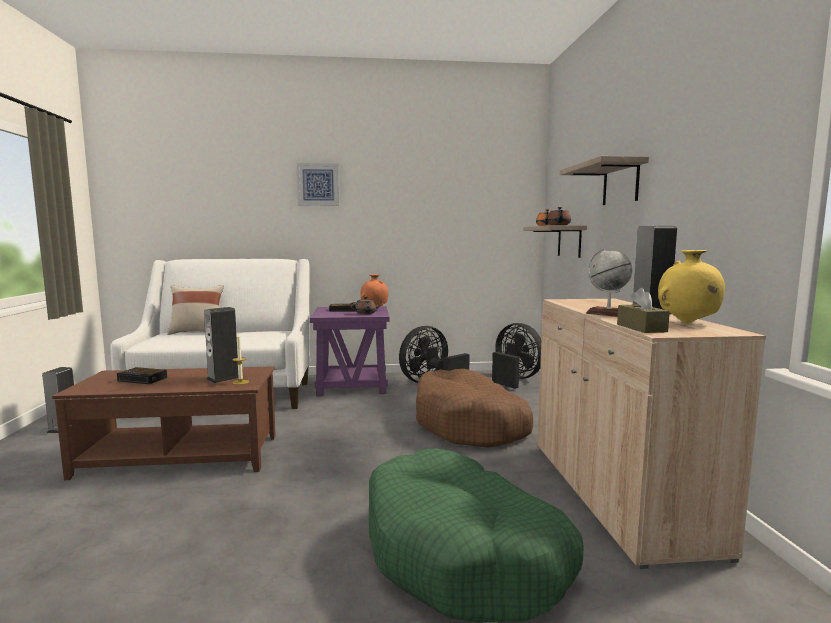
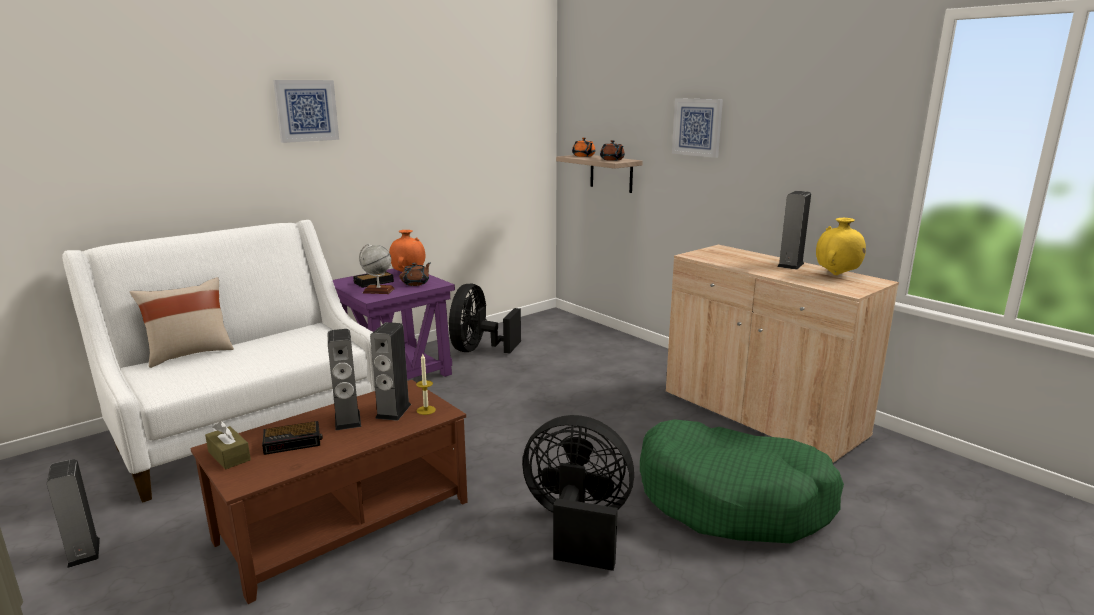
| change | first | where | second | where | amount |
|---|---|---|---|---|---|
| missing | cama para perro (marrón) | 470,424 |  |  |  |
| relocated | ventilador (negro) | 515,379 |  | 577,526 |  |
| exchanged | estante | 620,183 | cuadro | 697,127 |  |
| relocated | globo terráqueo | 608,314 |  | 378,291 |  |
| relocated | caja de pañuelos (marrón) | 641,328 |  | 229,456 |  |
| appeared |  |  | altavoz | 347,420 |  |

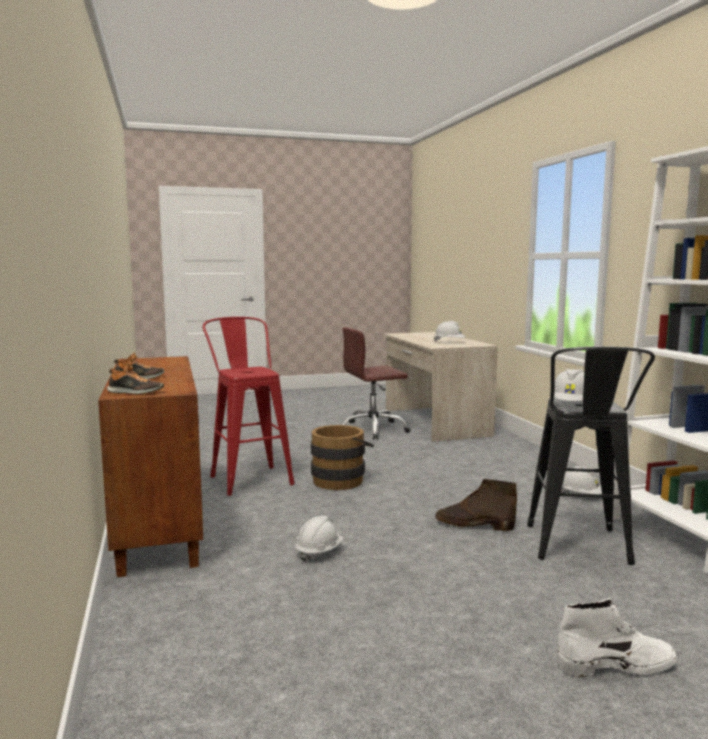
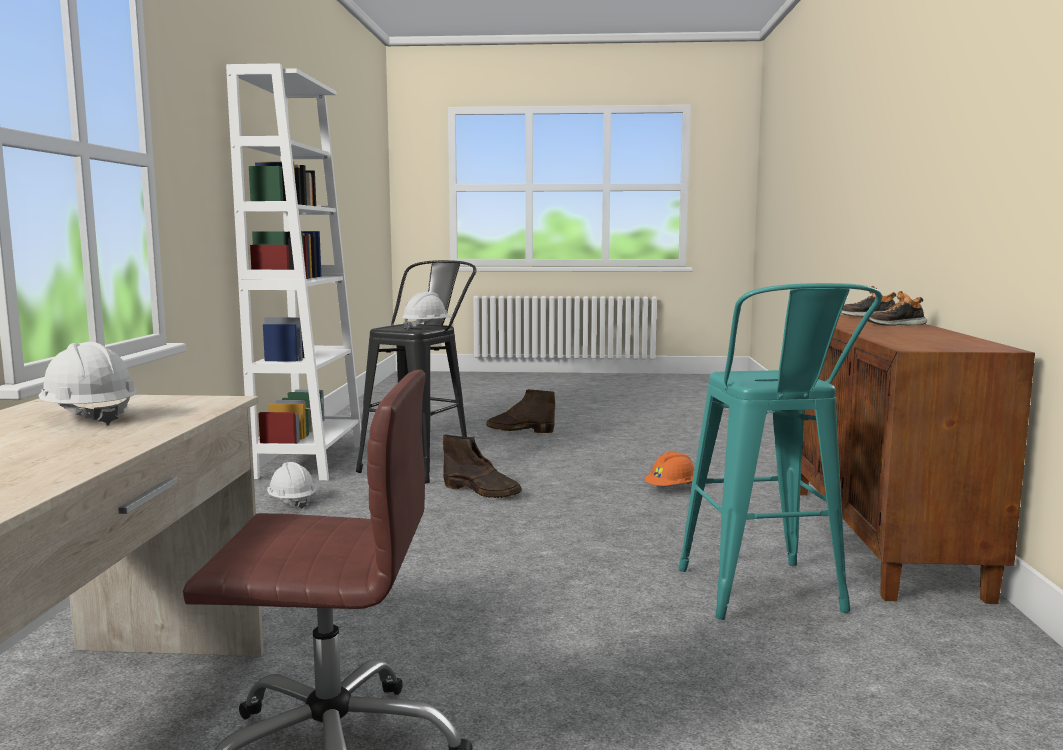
| change | first | where | second | where | amount |
|---|---|---|---|---|---|
| colour | taburete (rojo) | 249,478 | taburete (turquesa) | 765,598 |  |
| colour | casco (blanco) | 319,552 | casco (naranja) | 671,489 |  |
| missing | cubo (marrón) | 341,480 |  |  |  |
| colour | bota (blanco) | 617,665 | bota (marrón) | 519,430 |  |

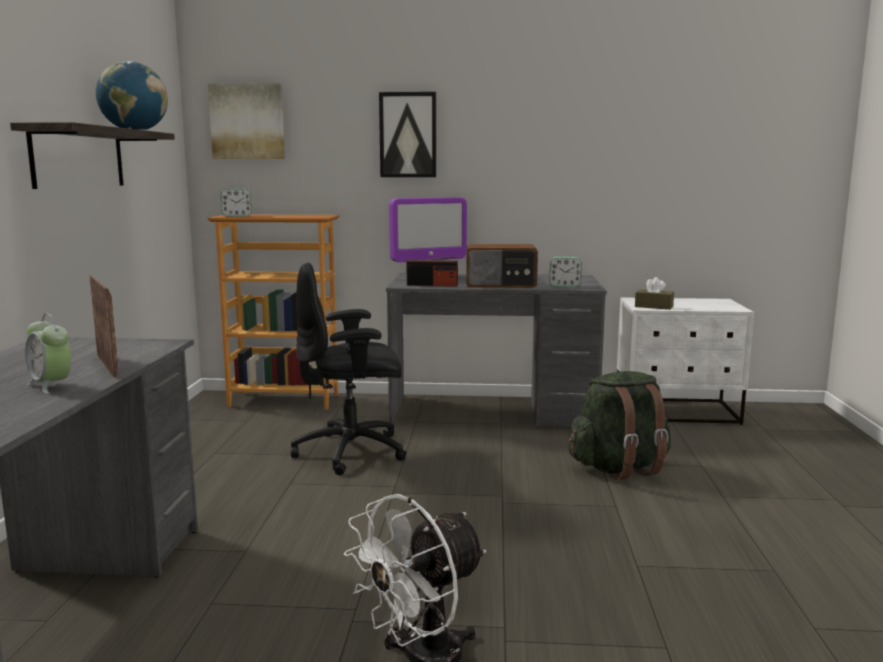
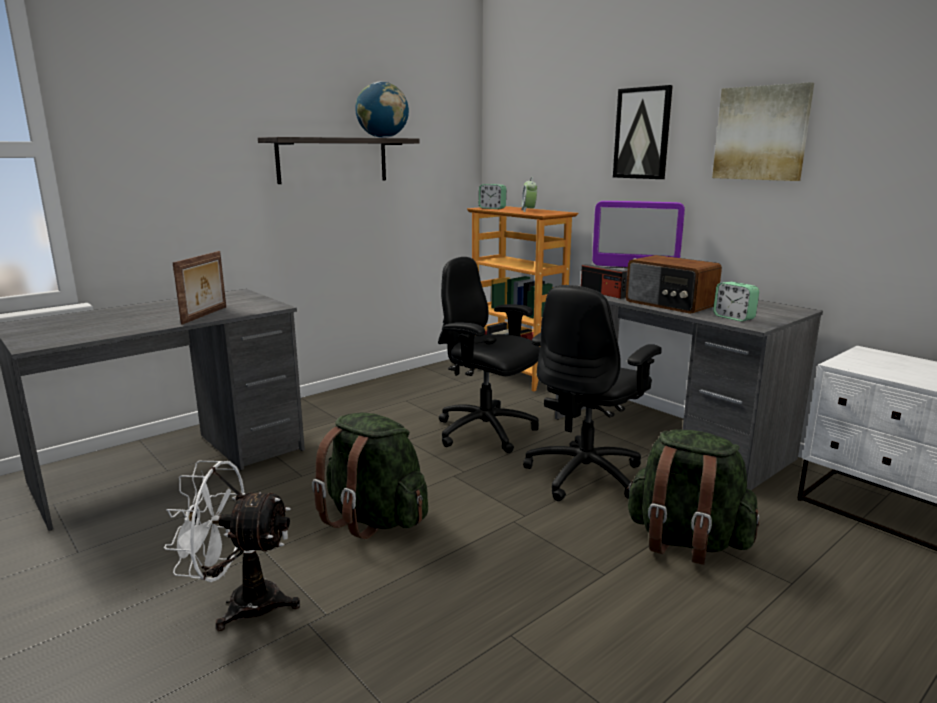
| change | first | where | second | where | amount |
|---|---|---|---|---|---|
| relocated | despertador | 51,386 |  | 528,210 |  |
| relocated | cuadro | 247,121 |  | 761,133 |  |
| missing | caja de pañuelos (marrón) | 653,306 |  |  |  |
| appeared |  |  | mochila (verde) | 373,519 |  |
| appeared |  |  | silla de oficina (negro) | 586,475 |  |

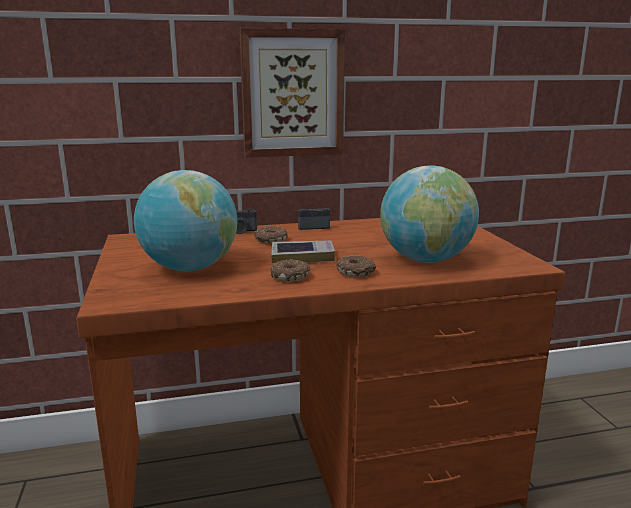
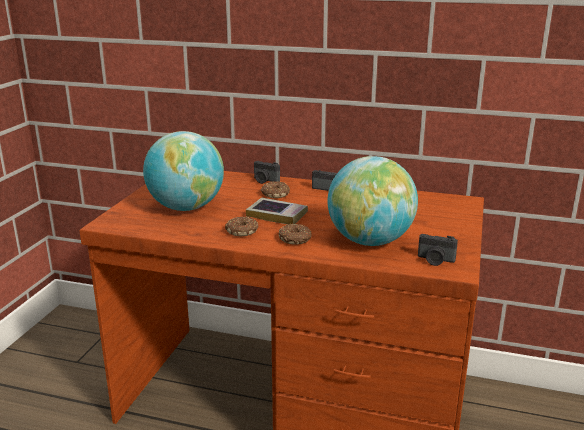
| change | first | where | second | where | amount |
|---|---|---|---|---|---|
| missing | cuadro | 292,93 |  |  |  |
| appeared |  |  | cámara | 435,260 |  |

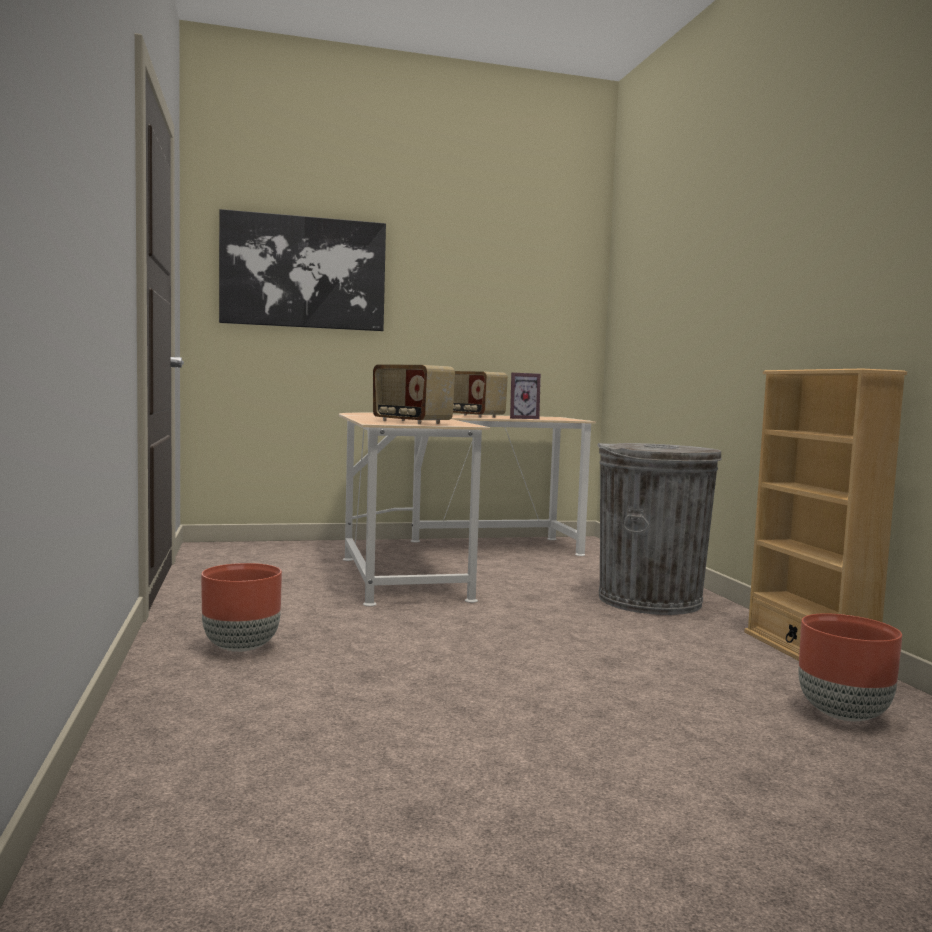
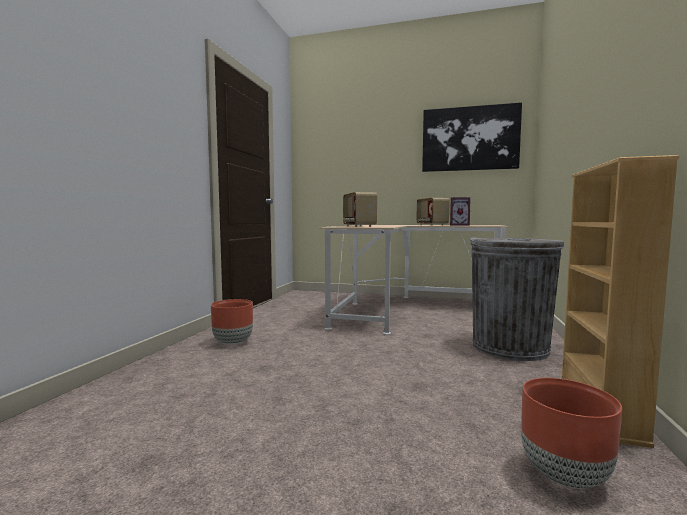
| change | first | where | second | where | amount |
|---|---|---|---|---|---|
| relocated | cuadro | 303,272 |  | 469,139 |  |

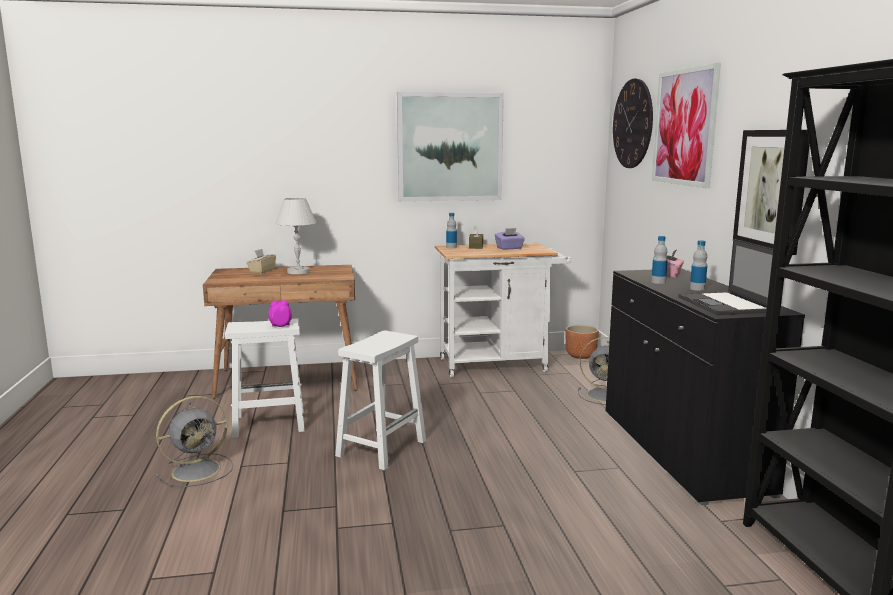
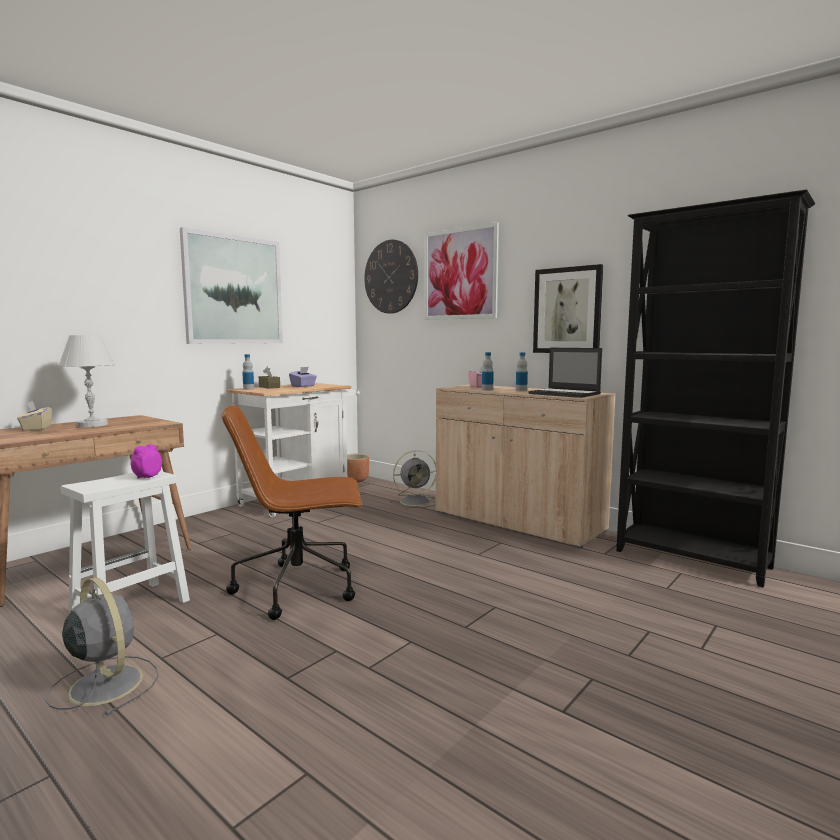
| change | first | where | second | where | amount |
|---|---|---|---|---|---|
| spun | ventilador (gris) | 198,470 |  | 105,683 | 60 degrees counterclockwise |
| exchanged | taburete (blanco) | 382,448 | silla de oficina (marrón) | 299,587 |  |
| colour | armario (negro) | 681,450 | armario (beis) | 517,521 |  |

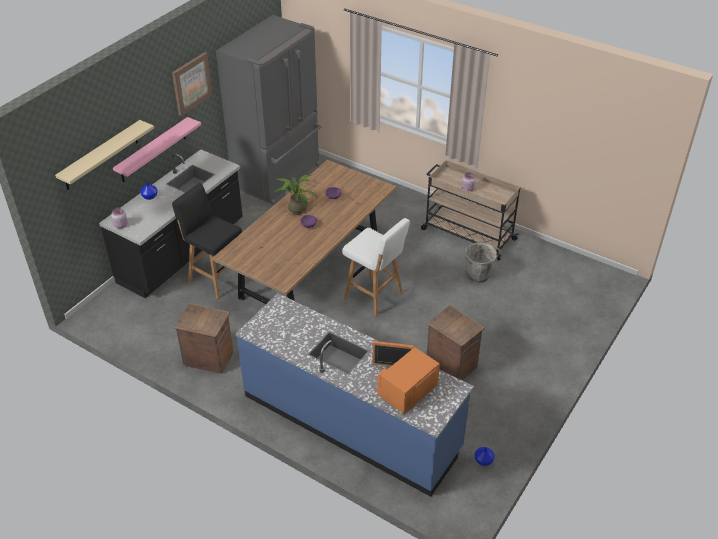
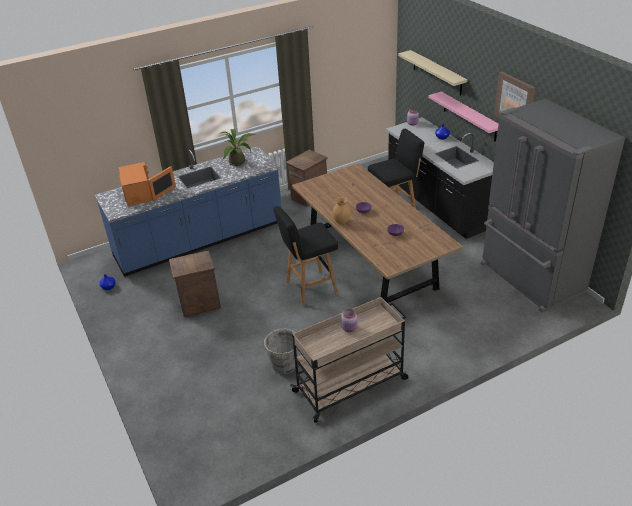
| change | first | where | second | where | amount |
|---|---|---|---|---|---|
| relocated | planta en maceta | 296,208 |  | 239,162 |  |
| colour | taburete (blanco) | 375,296 | taburete (negro) | 309,288 |  |
| appeared |  |  | florero (marrón) | 342,222 |  |

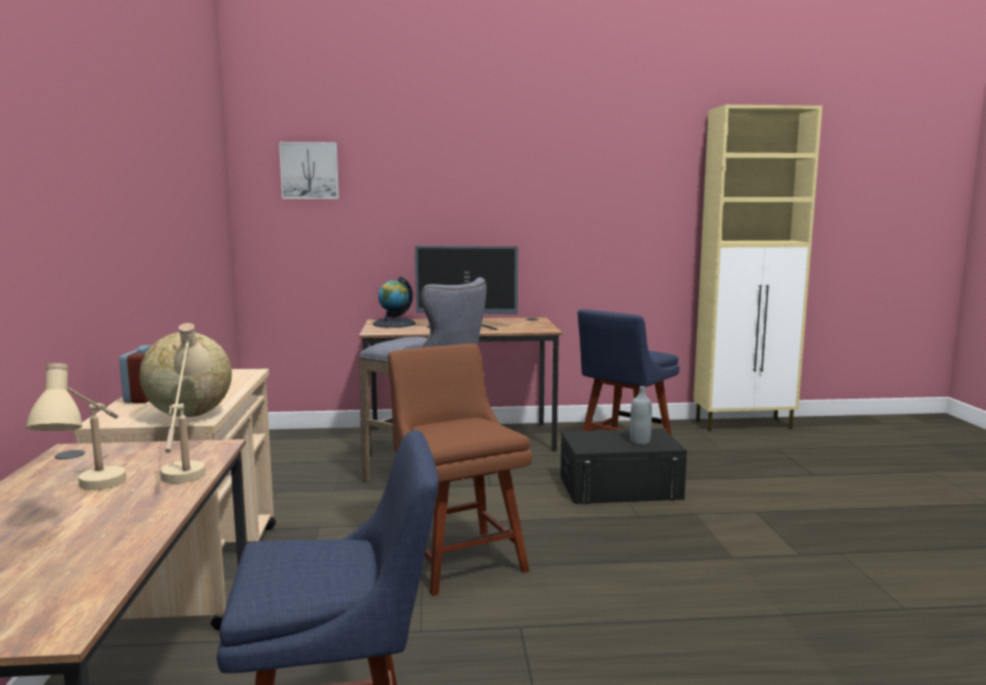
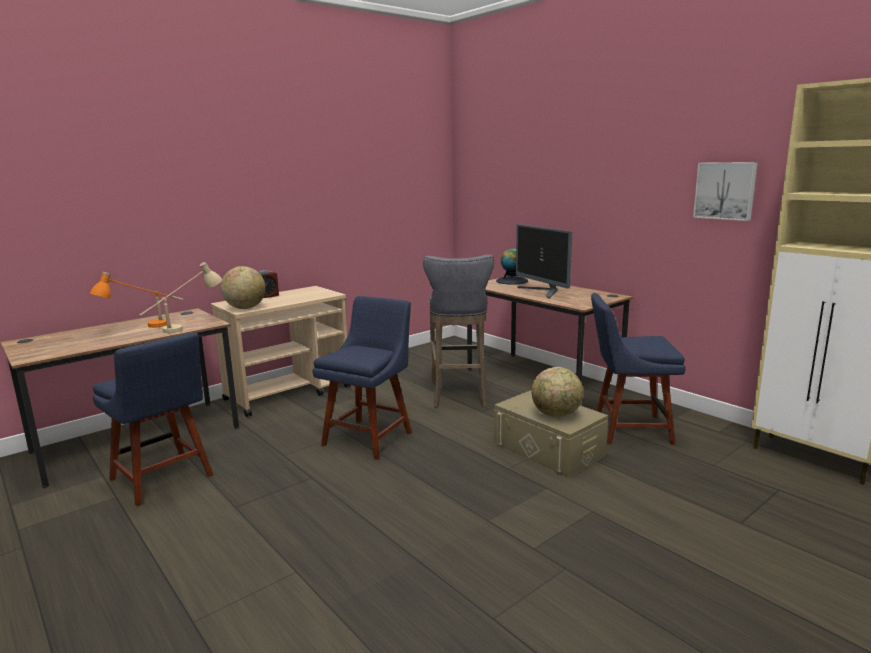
| change | first | where | second | where | amount |
|---|---|---|---|---|---|
| colour | lámpara de mesa (beis) | 93,494 | lámpara de mesa (naranja) | 144,328 |  |
| relocated | cuadro | 309,170 |  | 725,190 |  |
| colour | silla (marrón) | 458,558 | silla (azul) | 370,437 |  |
| colour | caja de almacenaje (negro) | 620,488 | caja de almacenaje (beis) | 548,449 |  |
| exchanged | botella (gris) | 640,442 | globo terráqueo | 556,415 |  |

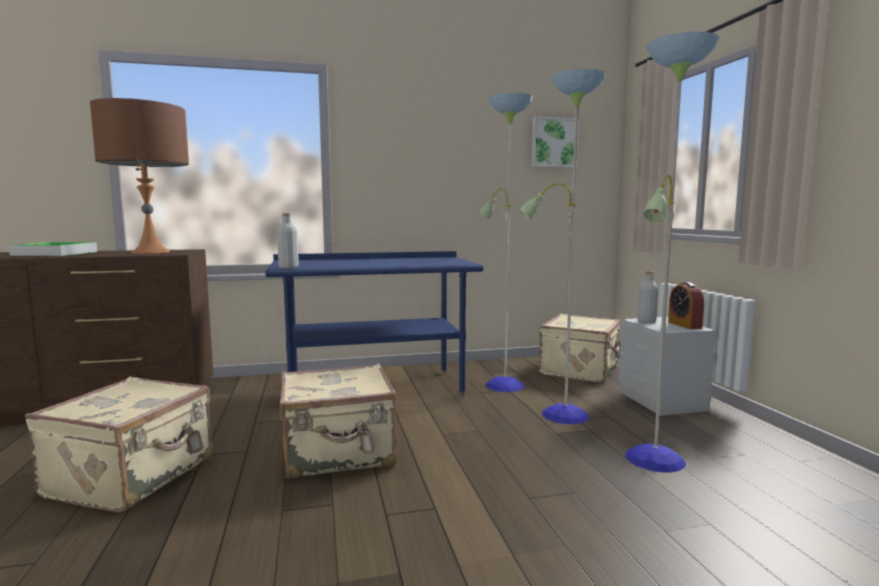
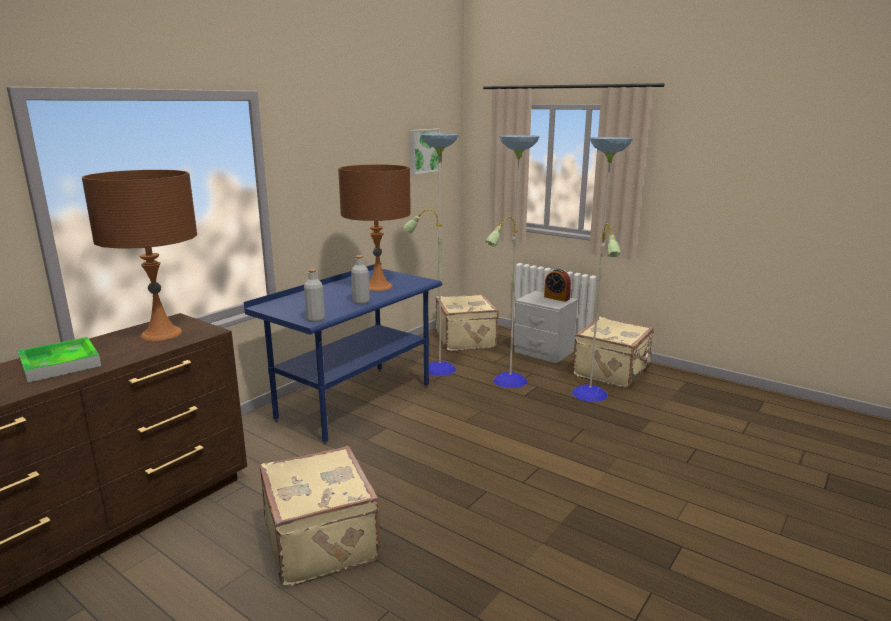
| change | first | where | second | where | amount |
|---|---|---|---|---|---|
| relocated | maleta (beis) | 339,454 |  | 612,372 |  |
| relocated | botella (gris) | 646,321 |  | 361,302 |  |
| appeared |  |  | lámpara de mesa (marrón) | 378,286 |  |

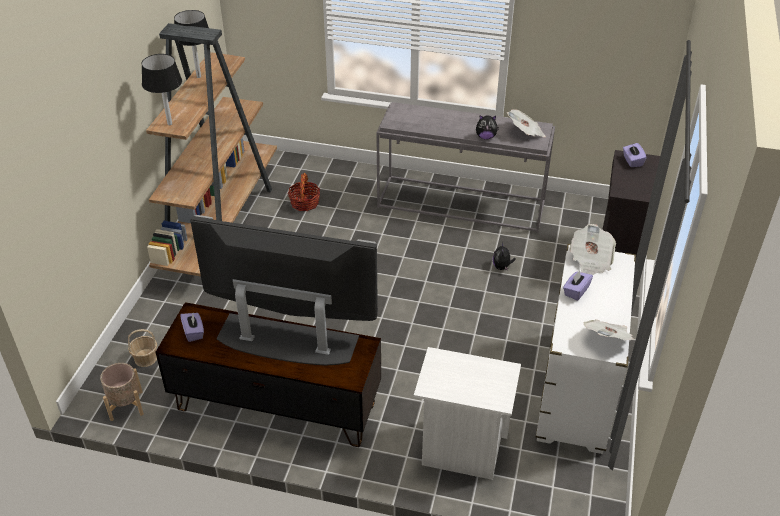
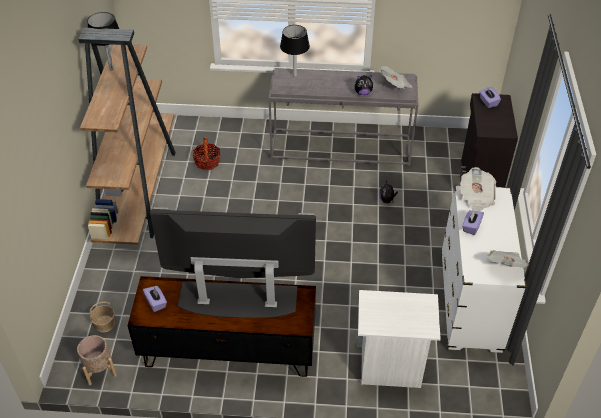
| change | first | where | second | where | amount |
|---|---|---|---|---|---|
| relocated | lámpara de mesa (negro) | 169,124 |  | 294,75 |  |

